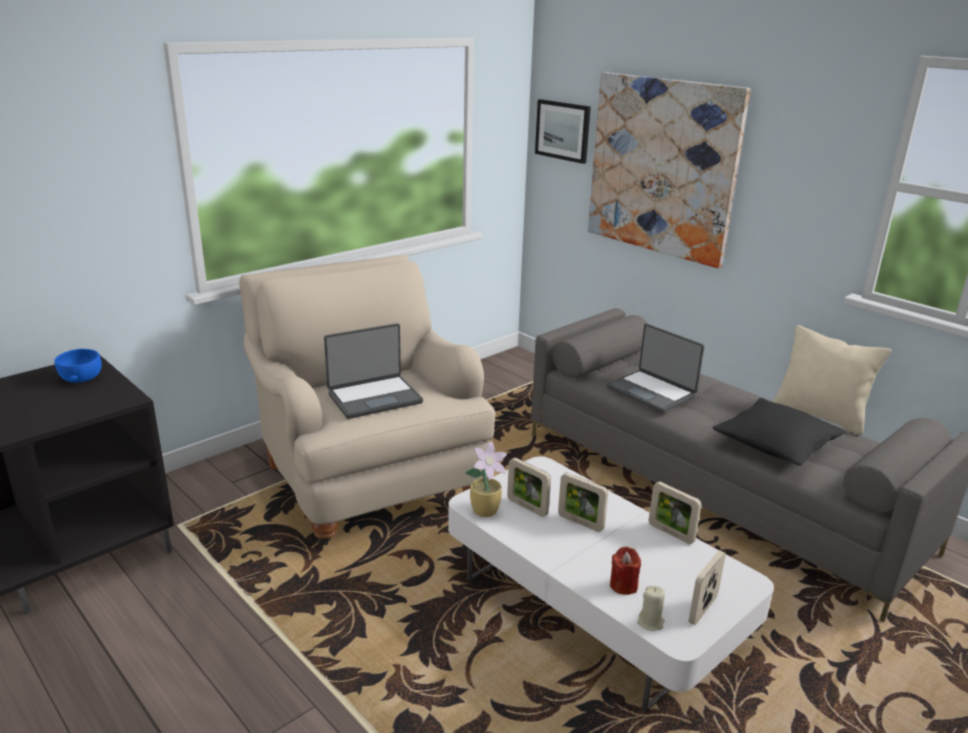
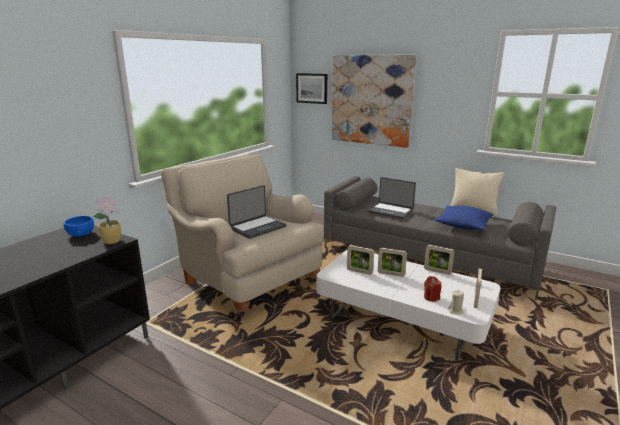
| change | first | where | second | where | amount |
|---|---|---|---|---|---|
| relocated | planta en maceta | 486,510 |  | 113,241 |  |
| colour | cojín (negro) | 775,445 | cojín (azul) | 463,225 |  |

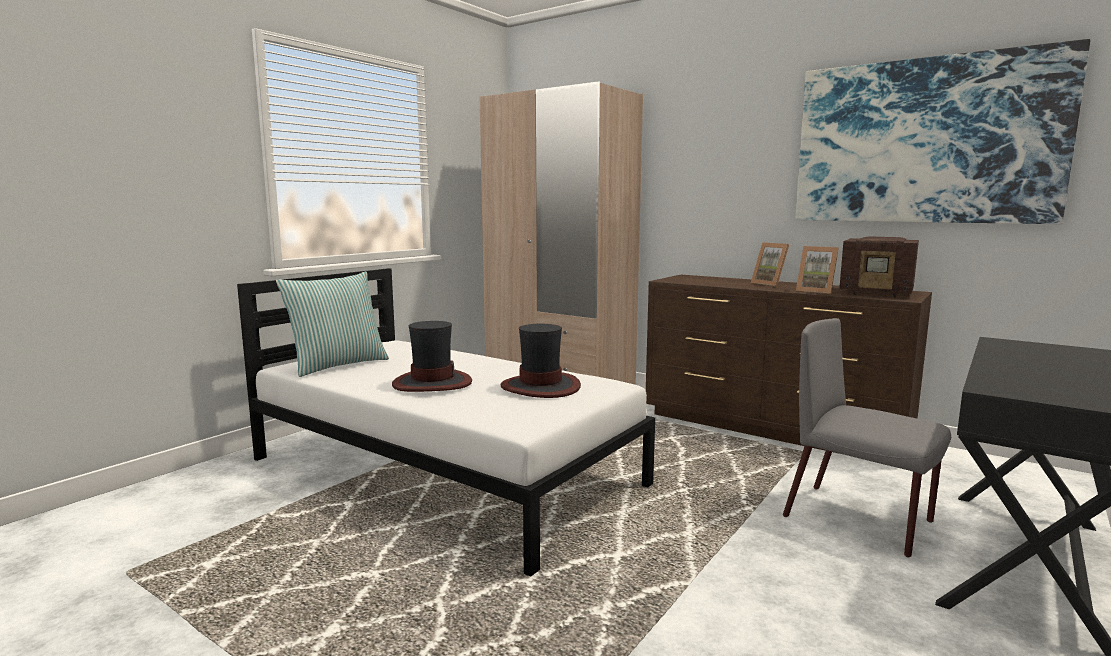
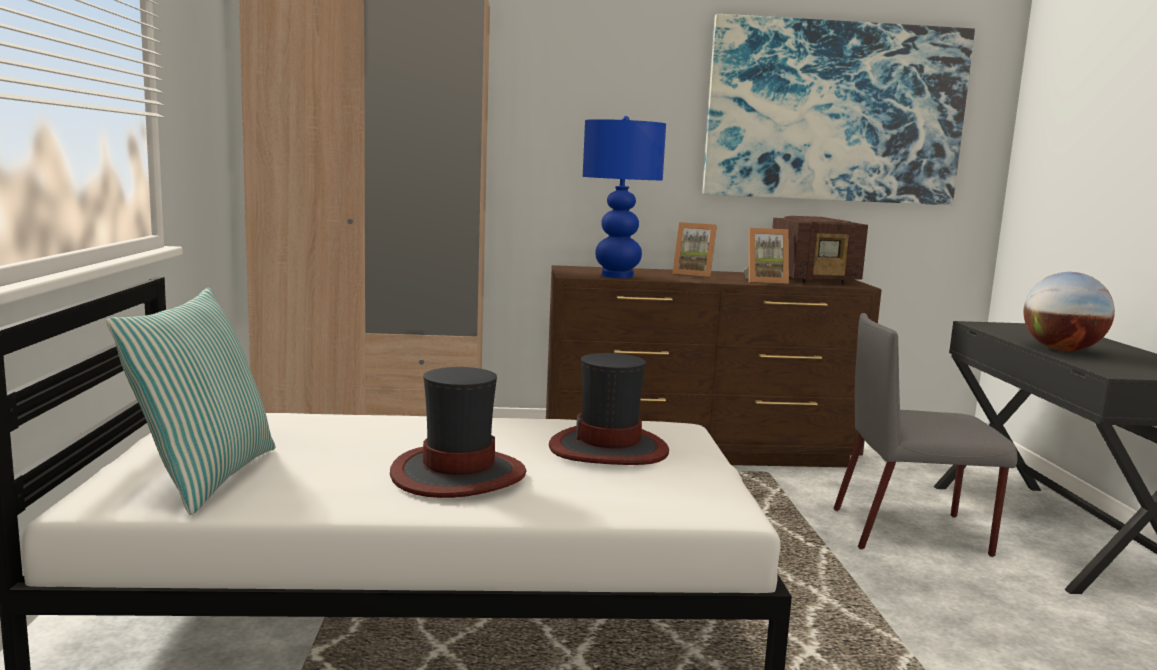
| change | first | where | second | where | amount |
|---|---|---|---|---|---|
| appeared |  |  | lámpara de mesa (azul) | 617,276 |  |
| appeared |  |  | globo terráqueo | 1062,350 |  |

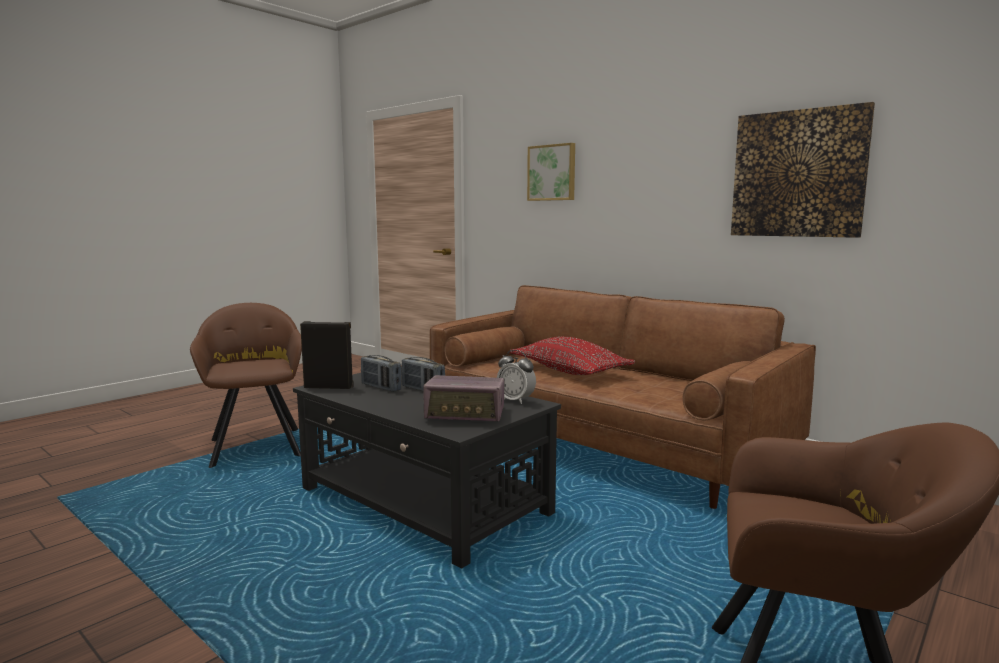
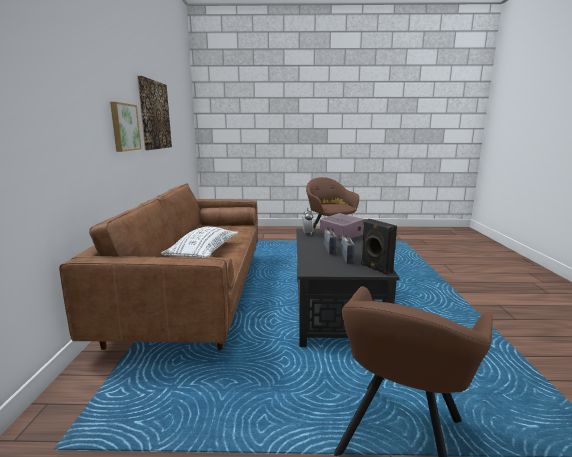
| change | first | where | second | where | amount |
|---|---|---|---|---|---|
| colour | cojín (rojo) | 569,371 | cojín (blanco) | 204,252 |  |
| relocated | cuadro | 552,173 |  | 124,127 |  |

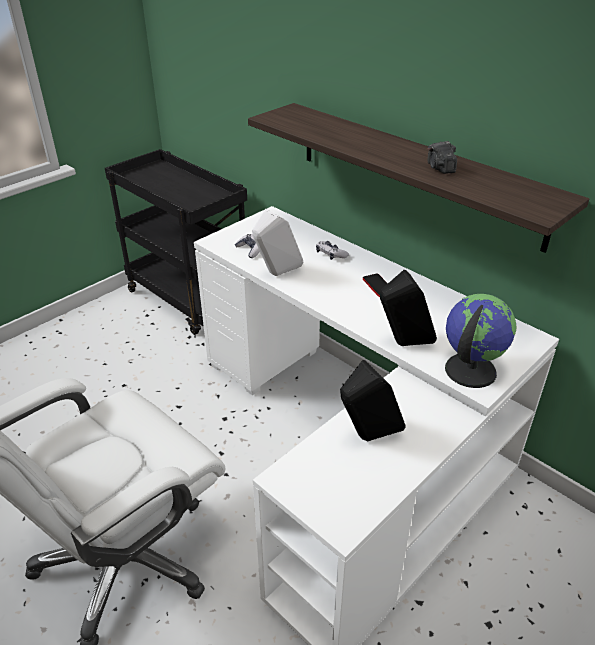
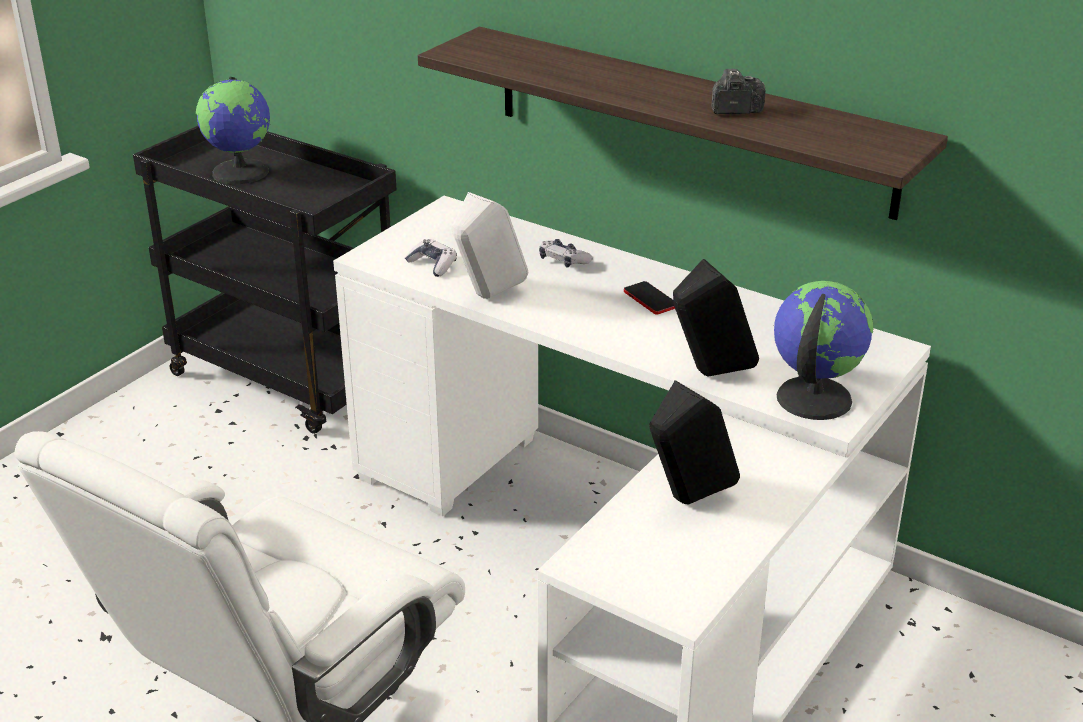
| change | first | where | second | where | amount |
|---|---|---|---|---|---|
| spun | cámara | 440,168 |  | 734,110 | 105 degrees clockwise |
| appeared |  |  | globo terráqueo | 241,172 |  |

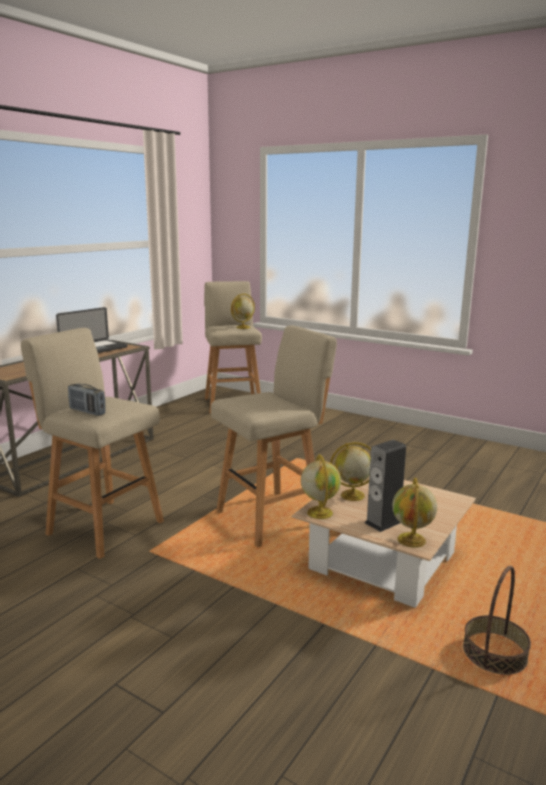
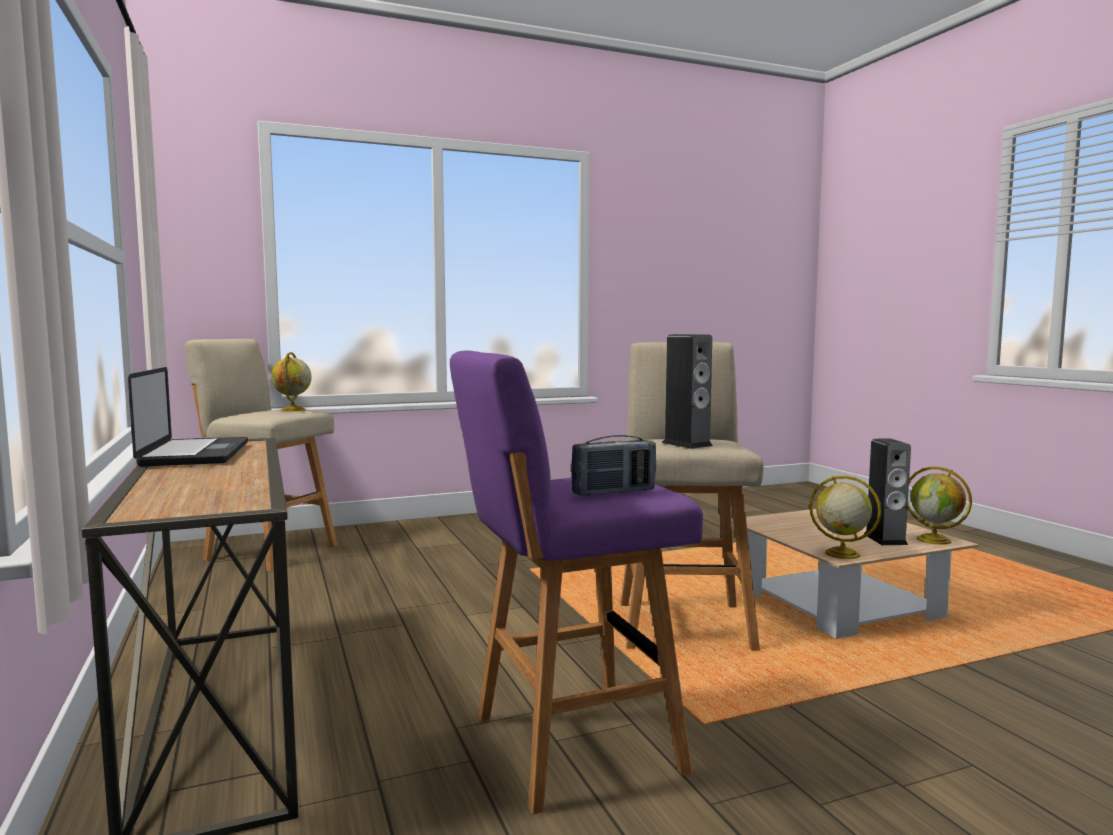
| change | first | where | second | where | amount |
|---|---|---|---|---|---|
| colour | taburete (beis) | 103,526 | taburete (morado) | 569,746 |  |
| missing | globo terráqueo | 352,495 |  |  |  |
| missing | cesta | 494,653 |  |  |  |
| appeared |  |  | altavoz | 687,444 |  |

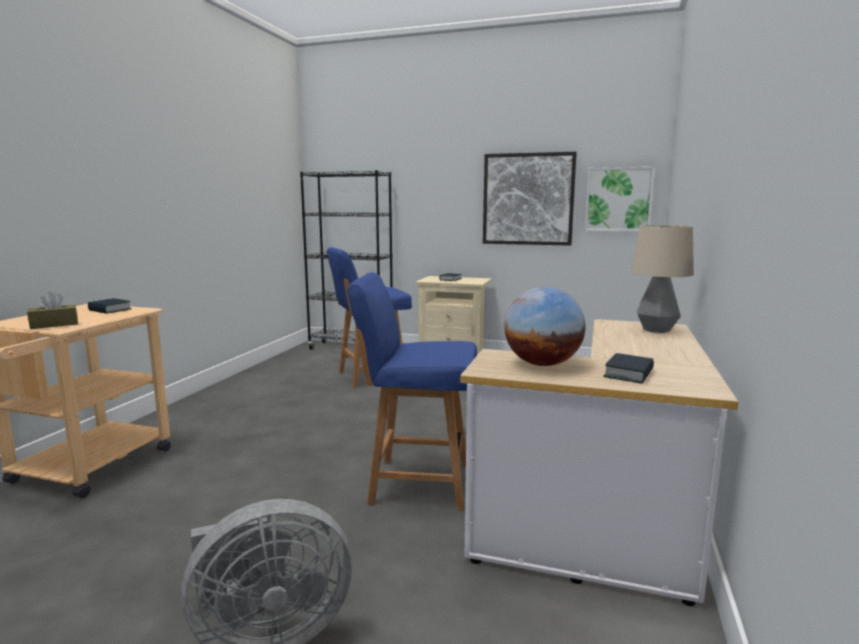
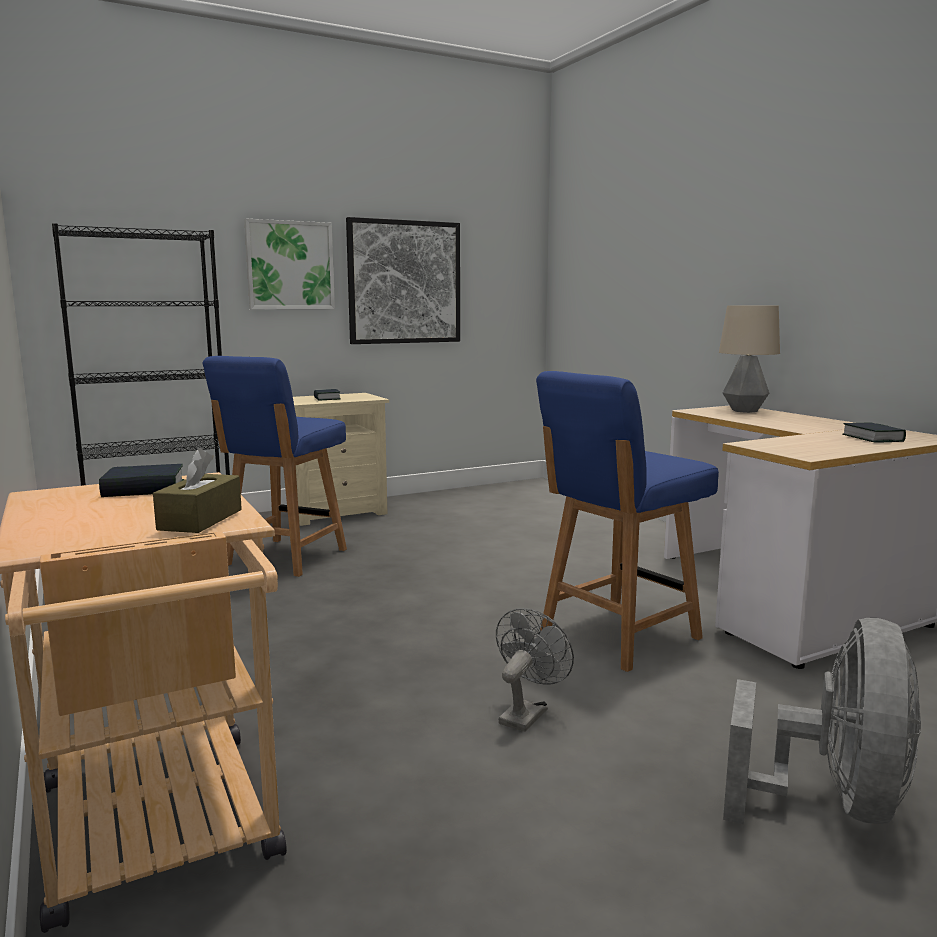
| change | first | where | second | where | amount |
|---|---|---|---|---|---|
| missing | globo terráqueo | 542,364 |  |  |  |
| relocated | cuadro | 618,199 |  | 290,265 |  |
| appeared |  |  | ventilador (gris) | 526,713 |  |

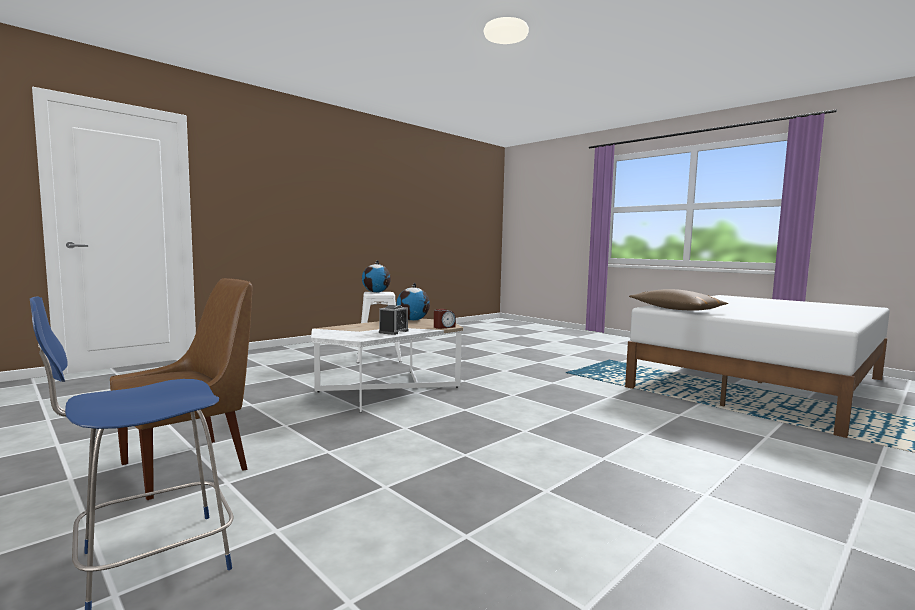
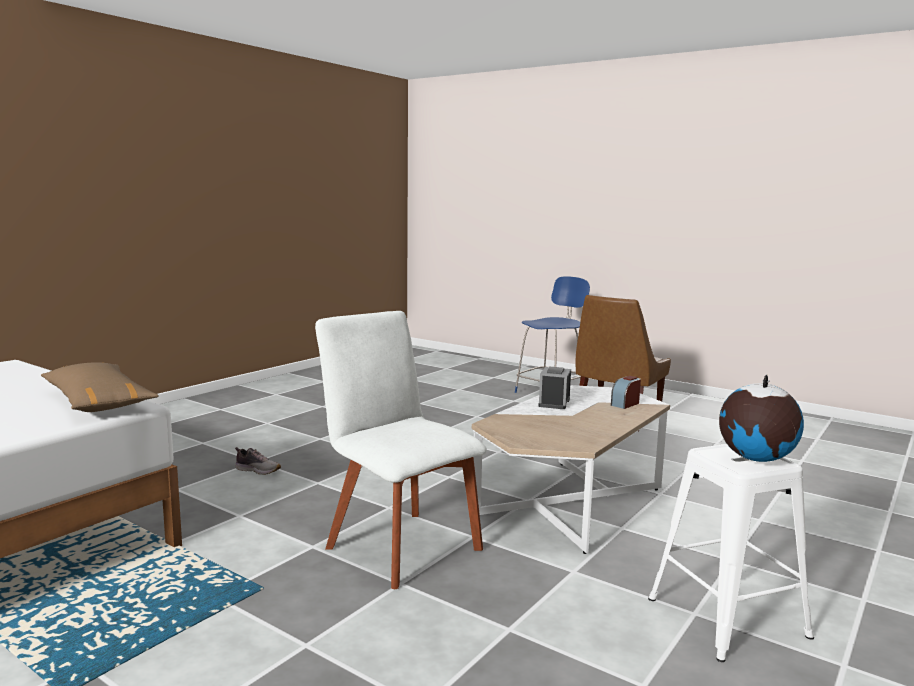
| change | first | where | second | where | amount |
|---|---|---|---|---|---|
| missing | globo terráqueo | 413,320 |  |  |  |
| relocated | despertador | 444,327 |  | 625,404 |  |
| appeared |  |  | zapato | 258,470 |  |
| appeared |  |  | silla (blanco) | 399,545 |  |

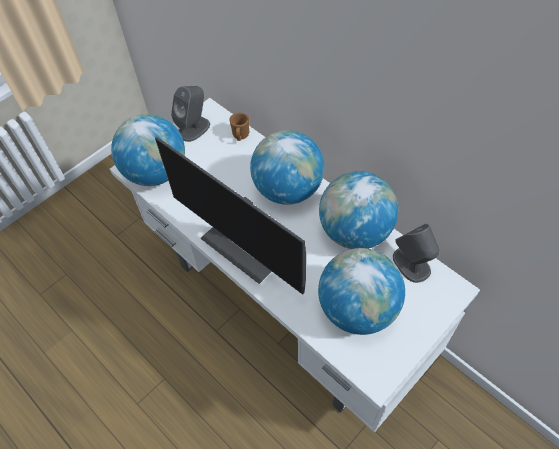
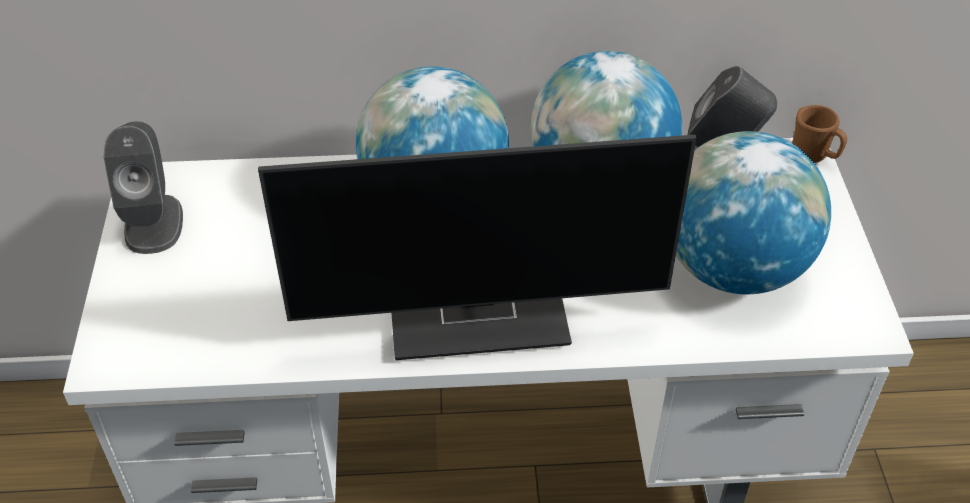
| change | first | where | second | where | amount |
|---|---|---|---|---|---|
| missing | globo terráqueo | 156,172 |  |  |  |
| relocated | taza grande (marrón) | 240,136 |  | 813,155 |  |

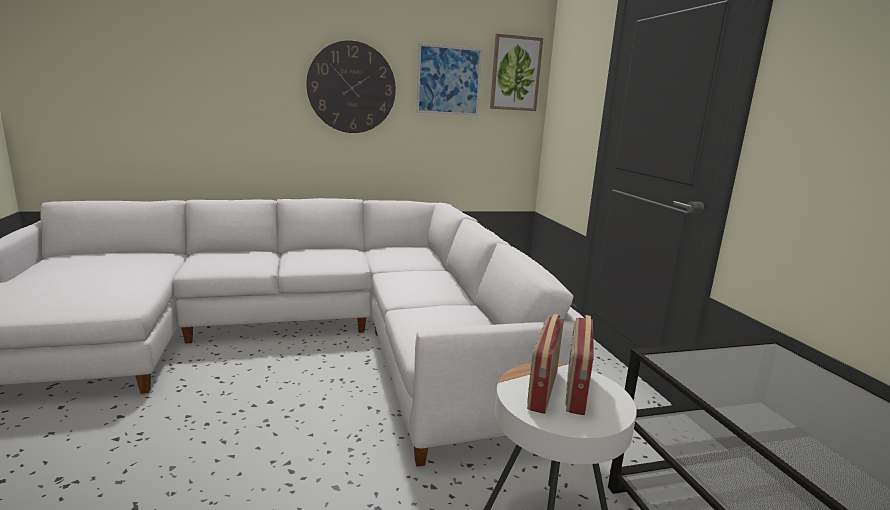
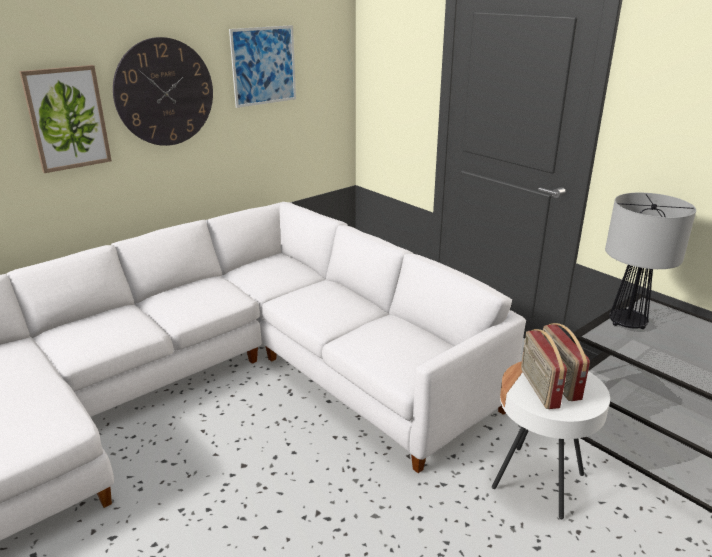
| change | first | where | second | where | amount |
|---|---|---|---|---|---|
| relocated | cuadro | 515,73 |  | 67,118 |  |
| appeared |  |  | lámpara de mesa | 627,323 |  |

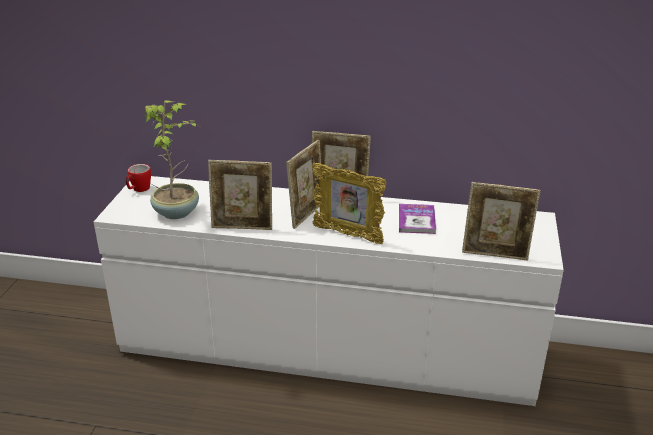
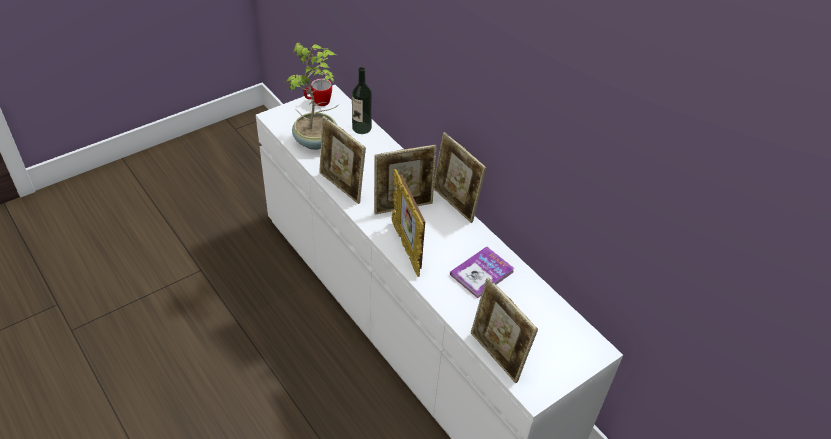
| change | first | where | second | where | amount |
|---|---|---|---|---|---|
| appeared |  |  | botella | 361,128 |  |

